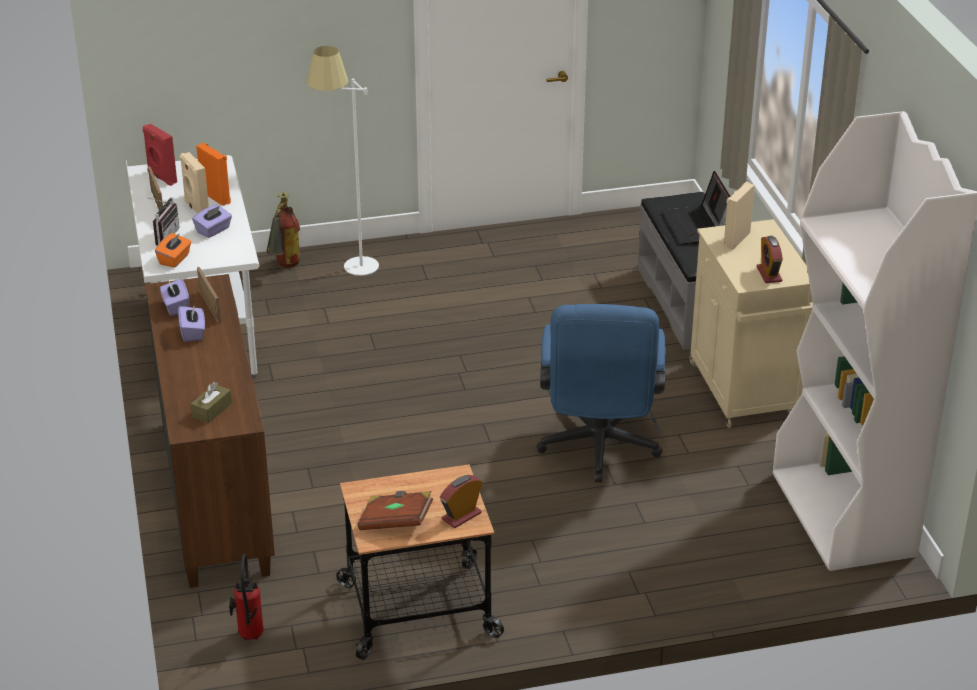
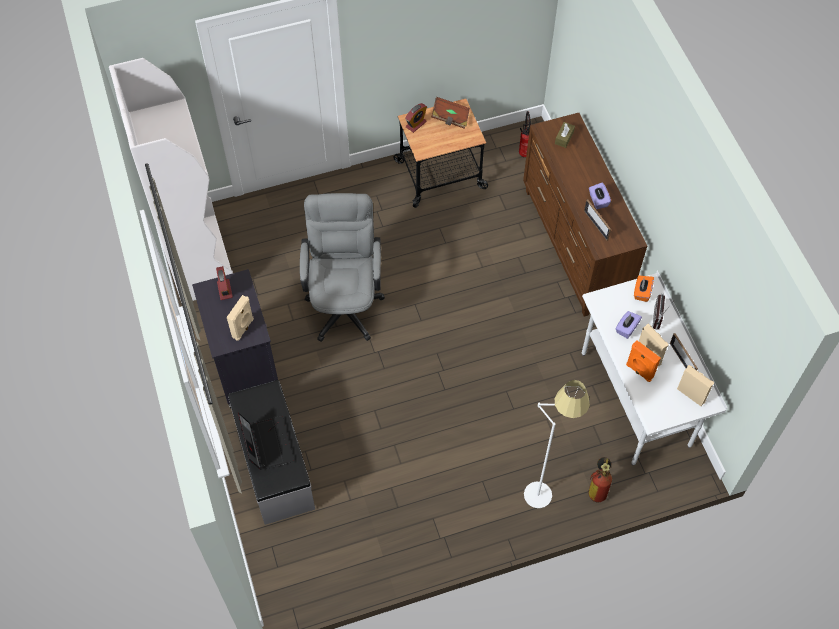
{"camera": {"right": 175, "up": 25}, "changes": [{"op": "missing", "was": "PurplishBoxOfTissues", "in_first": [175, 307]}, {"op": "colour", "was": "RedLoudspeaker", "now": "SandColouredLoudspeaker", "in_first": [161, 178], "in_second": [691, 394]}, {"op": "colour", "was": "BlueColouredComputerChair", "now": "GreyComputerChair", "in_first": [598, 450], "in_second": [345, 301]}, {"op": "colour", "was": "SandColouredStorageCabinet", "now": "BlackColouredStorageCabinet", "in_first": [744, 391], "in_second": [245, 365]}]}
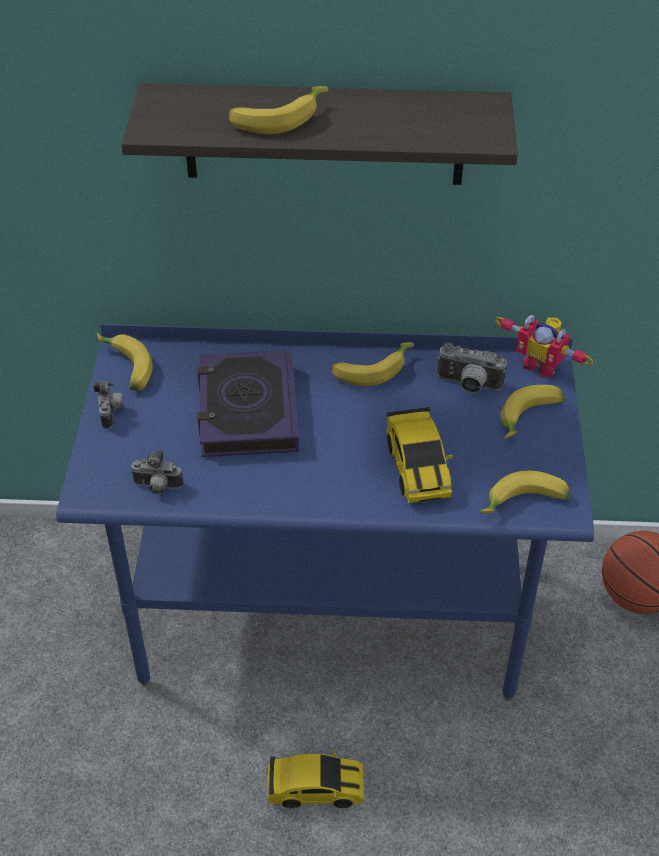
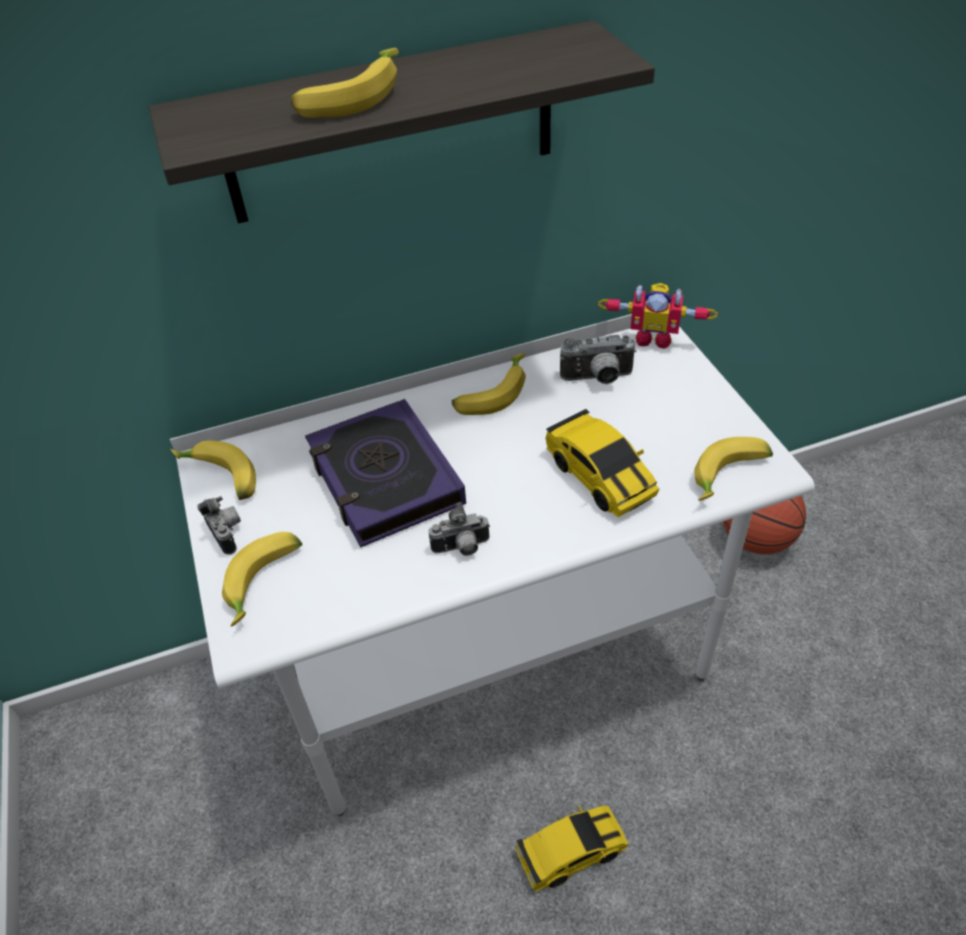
{"camera": {"right": -20, "up": 0}, "changes": [{"op": "relocated", "was": "StillCamera", "in_first": [157, 487], "in_second": [462, 548]}, {"op": "relocated", "was": "BananaFruit", "in_first": [530, 419], "in_second": [265, 583]}, {"op": "colour", "was": "BlueColouredDeskTable", "now": "WhitishDeskTable", "in_first": [329, 618], "in_second": [496, 666]}]}
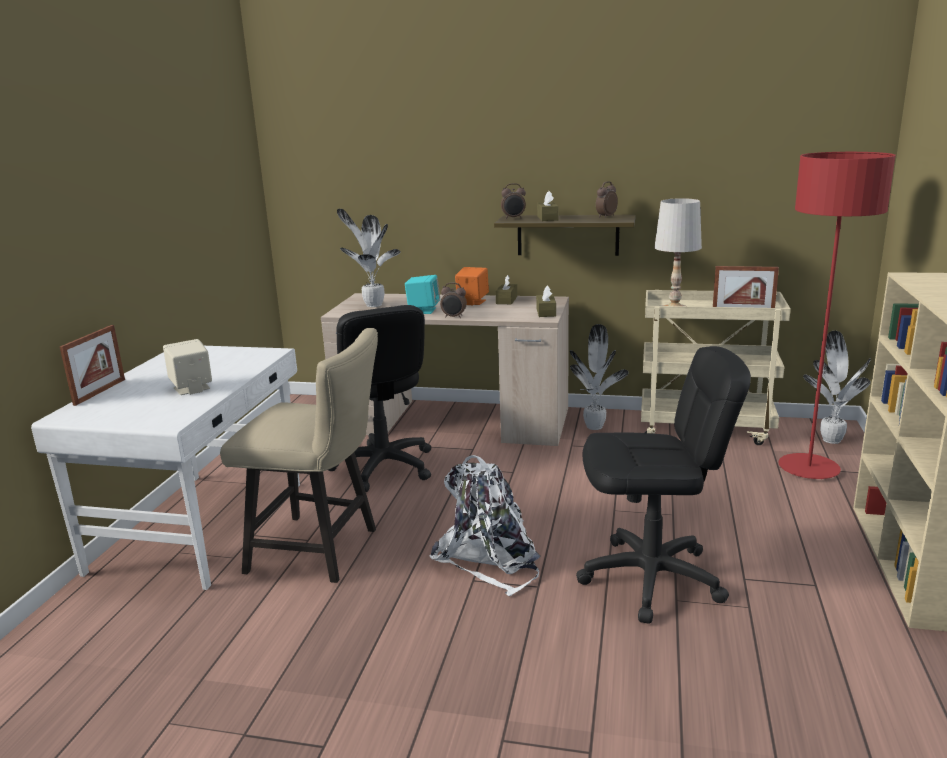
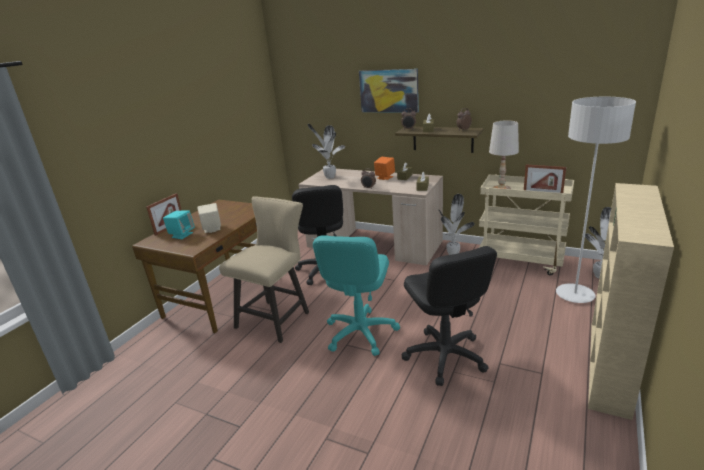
{"camera": {"right": 15, "up": 5}, "changes": [{"op": "appeared", "now": "Picture", "in_second": [389, 91]}, {"op": "relocated", "was": "TurquoiseLoudspeaker", "in_first": [423, 310], "in_second": [182, 235]}, {"op": "exchanged", "was": "WhitishKnapsack", "now": "TurquoiseComputerChair", "in_first": [490, 559], "in_second": [360, 333]}, {"op": "colour", "was": "WhitishDeskTable", "now": "BrownColouredDeskTable", "in_first": [203, 525], "in_second": [224, 296]}, {"op": "colour", "was": "RedStandardLamp", "now": "GreyStandardLamp", "in_first": [808, 469], "in_second": [575, 295]}, {"op": "spun", "was": "SandColouredPlainChair", "in_first": [322, 550], "in_second": [276, 317], "clockwise": -90}, {"op": "spun", "was": "BlackColouredComputerChair", "in_first": [651, 579], "in_second": [445, 356], "clockwise": 60}]}
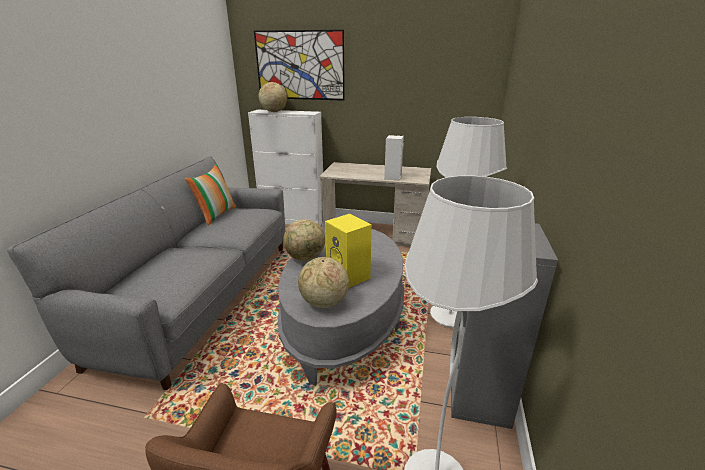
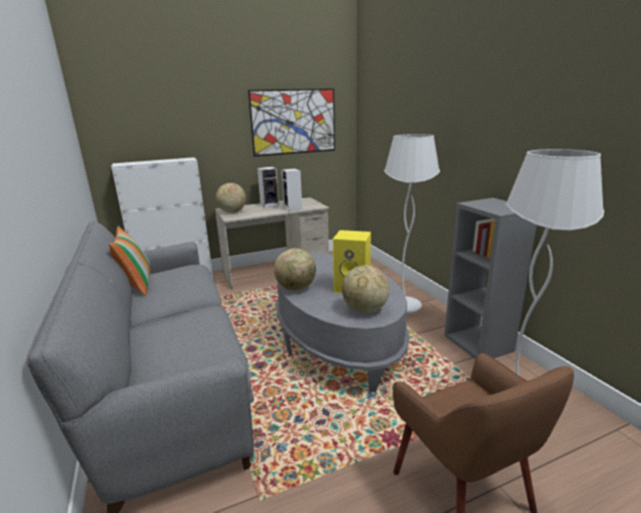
{"camera": {"right": -35, "up": -5}, "changes": [{"op": "appeared", "now": "Loudspeaker", "in_second": [270, 205]}, {"op": "relocated", "was": "Picture", "in_first": [299, 65], "in_second": [294, 122]}, {"op": "relocated", "was": "Globe", "in_first": [274, 111], "in_second": [232, 212]}]}
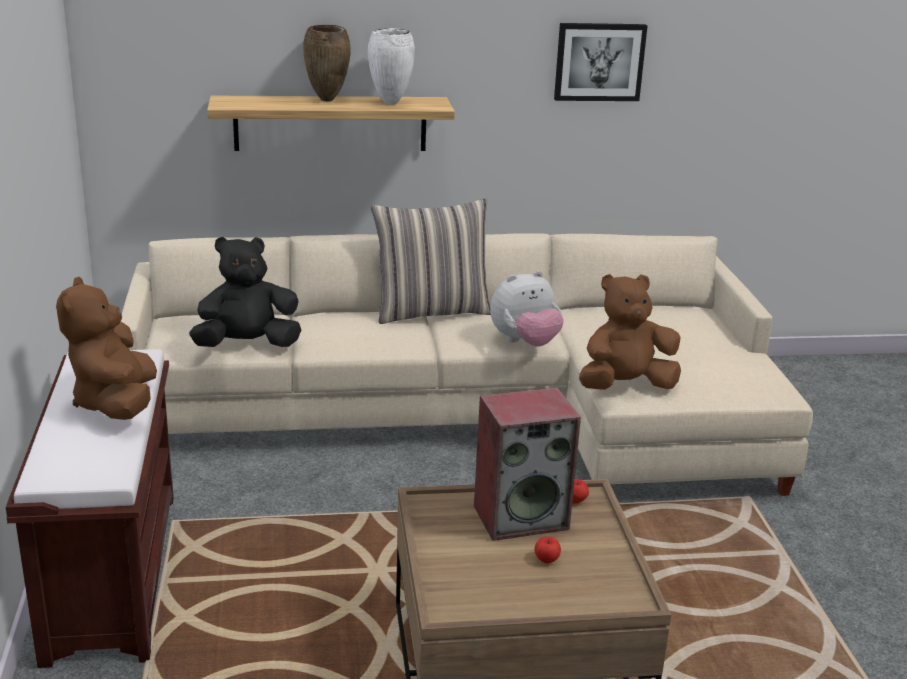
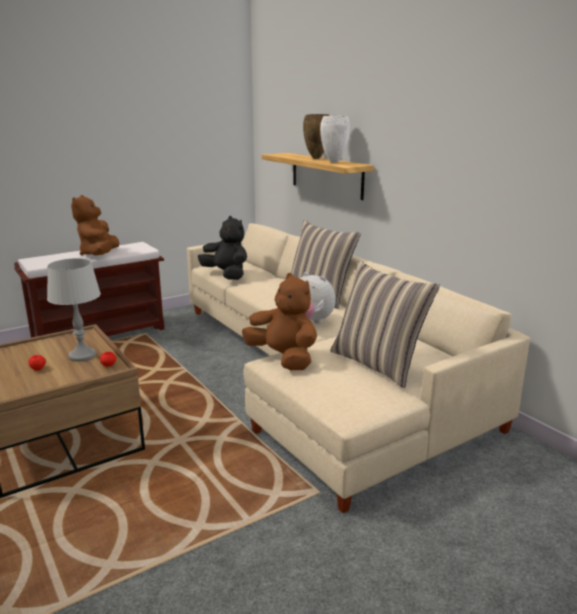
{"camera": {"right": 65, "up": -5}, "changes": [{"op": "missing", "was": "Picture", "in_first": [599, 61]}, {"op": "appeared", "now": "Cushion", "in_second": [378, 364]}, {"op": "exchanged", "was": "Loudspeaker", "now": "GreyTabletopLamp", "in_first": [521, 516], "in_second": [82, 355]}, {"op": "spun", "was": "BrownColouredSoftToy", "in_first": [116, 404], "in_second": [99, 255], "clockwise": -60}]}
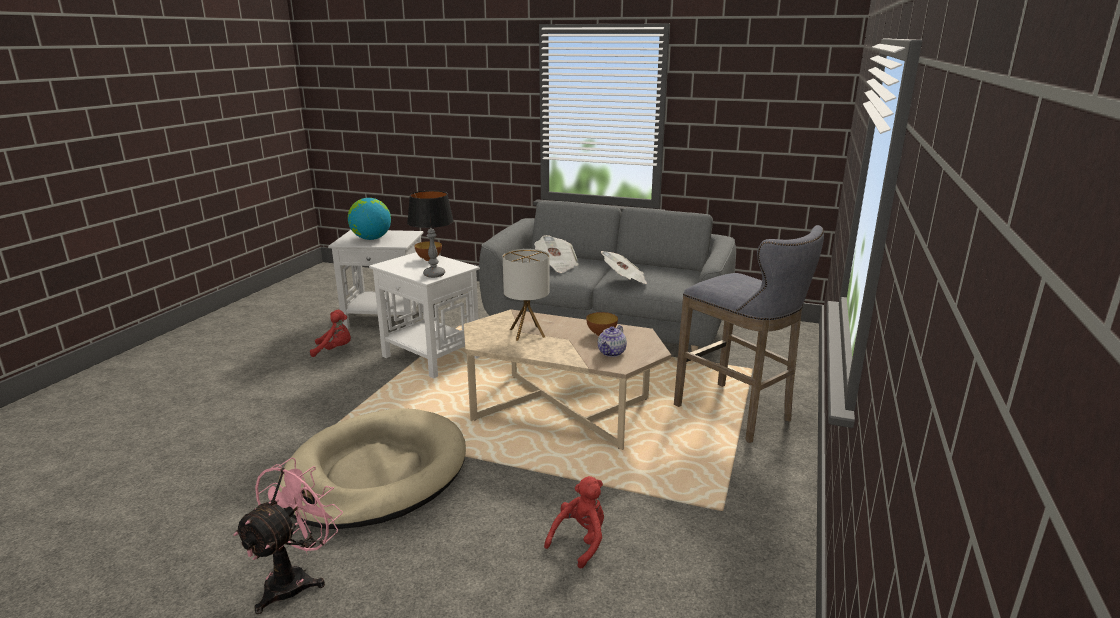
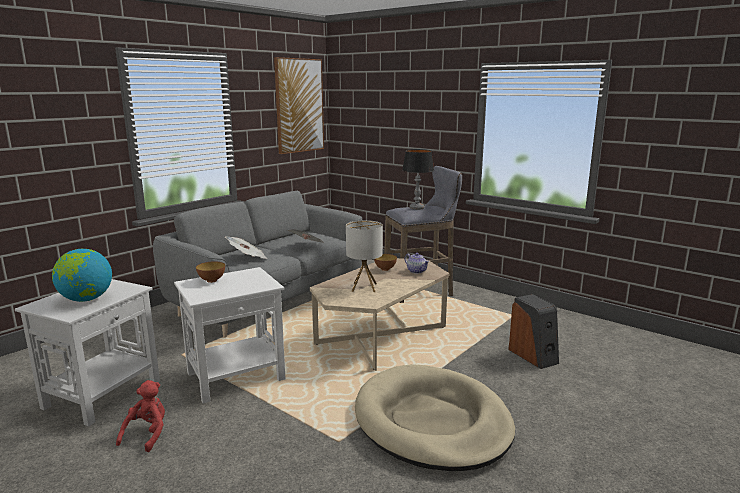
{"camera": {"right": -70, "up": -5}, "changes": [{"op": "missing", "was": "PinkishCoolingFan", "in_first": [295, 579]}, {"op": "appeared", "now": "Picture", "in_second": [299, 105]}, {"op": "relocated", "was": "TabletopLamp", "in_first": [434, 274], "in_second": [417, 208]}, {"op": "exchanged", "was": "RedSoftToy", "now": "Loudspeaker", "in_first": [580, 541], "in_second": [533, 356]}]}
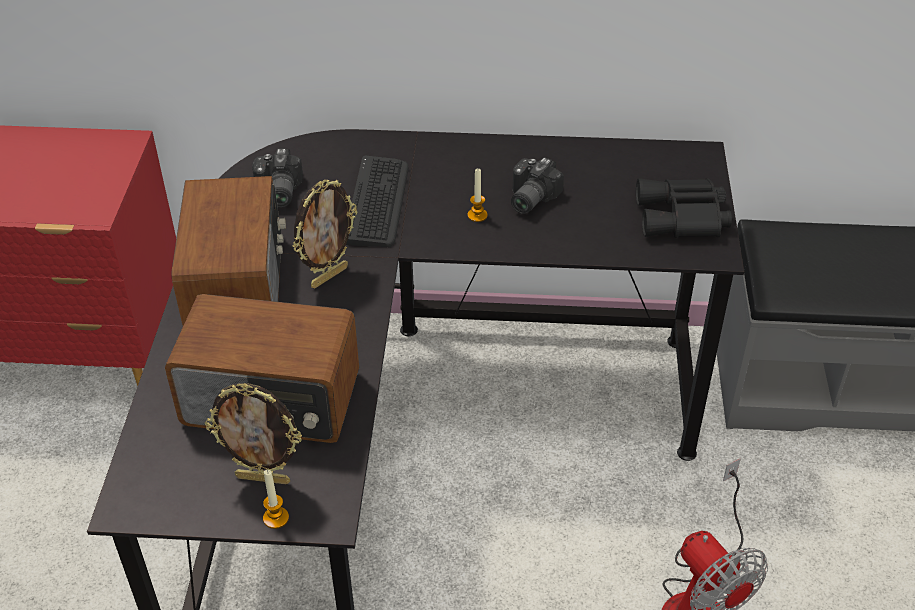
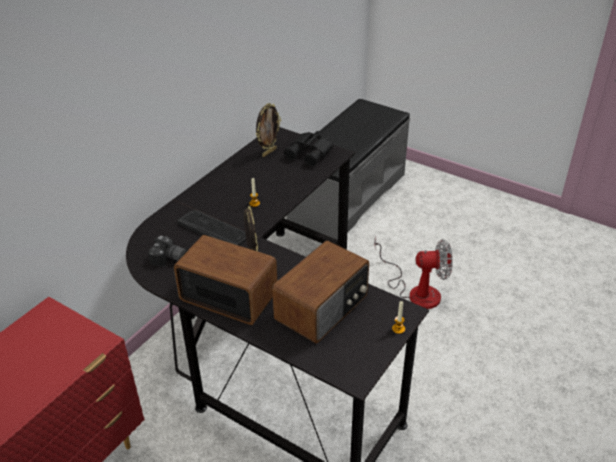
{"camera": {"right": -60, "up": -5}, "changes": [{"op": "missing", "was": "StillCamera", "in_first": [528, 198]}, {"op": "relocated", "was": "PhotoFrame", "in_first": [264, 478], "in_second": [269, 152]}]}
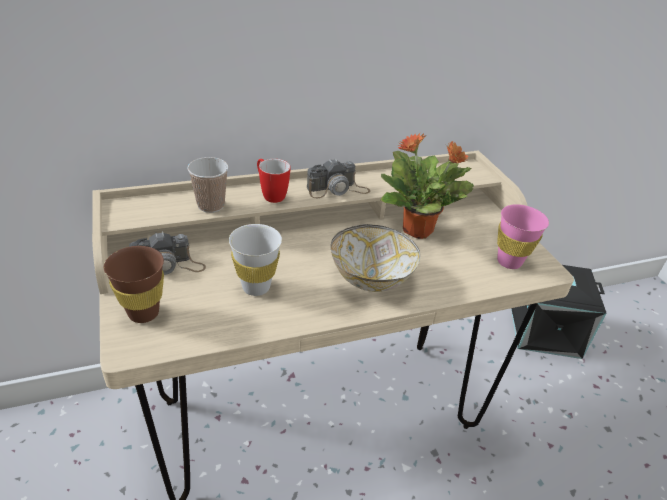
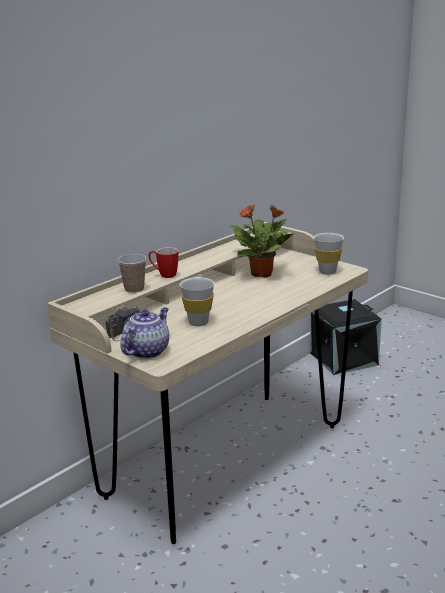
{"camera": {"right": -25, "up": -15}, "changes": [{"op": "missing", "was": "StillCamera", "in_first": [338, 189]}, {"op": "missing", "was": "ServingBowl", "in_first": [370, 278]}, {"op": "exchanged", "was": "BrownColouredSmallCup", "now": "Teapot", "in_first": [143, 313], "in_second": [147, 351]}, {"op": "colour", "was": "PinkishSmallCup", "now": "WhitishSmallCup", "in_first": [509, 262], "in_second": [327, 272]}]}
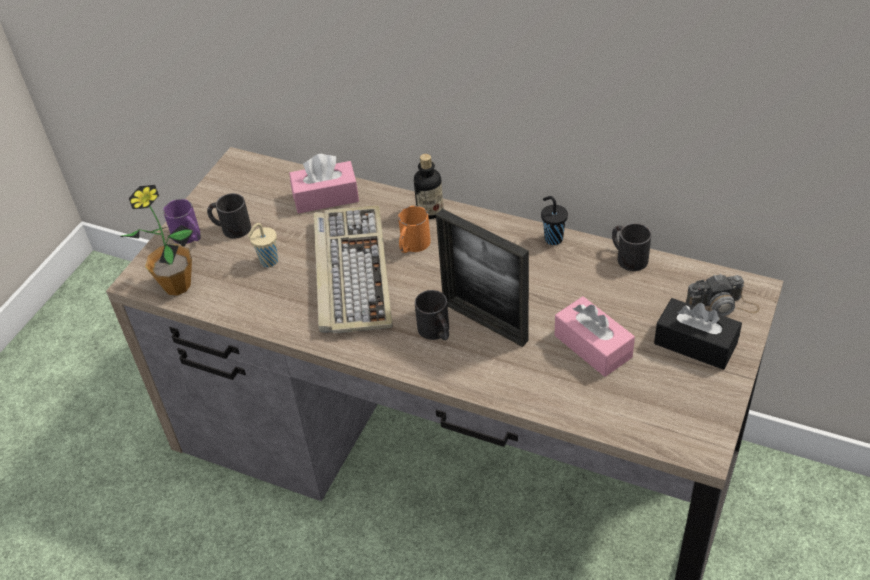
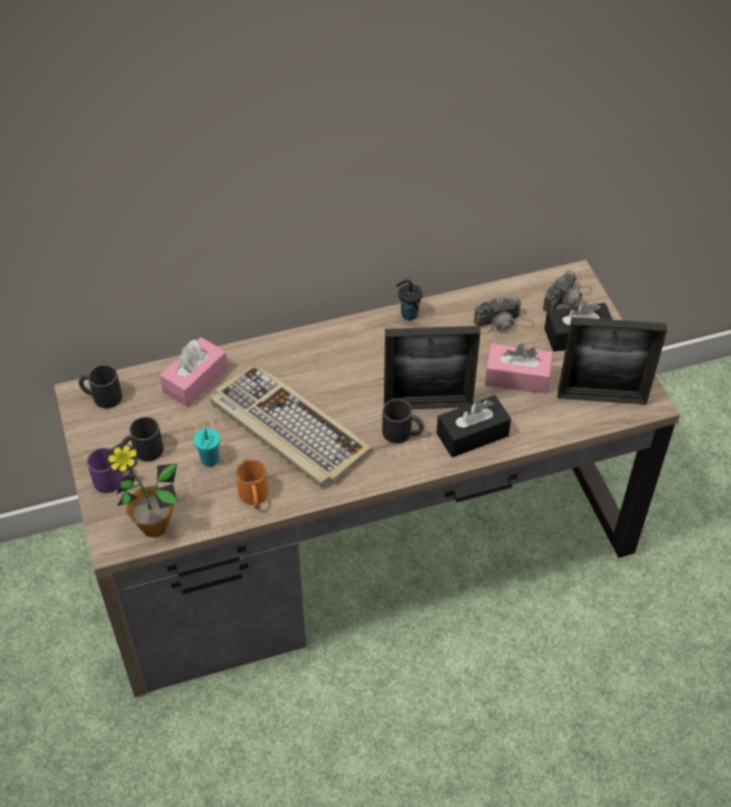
{"camera": {"right": -45, "up": 5}, "changes": [{"op": "missing", "was": "DrinkBottle", "in_first": [430, 211]}, {"op": "appeared", "now": "BlackColouredBoxOfTissues", "in_second": [472, 434]}, {"op": "appeared", "now": "StillCamera", "in_second": [503, 323]}, {"op": "appeared", "now": "PhotoFrame", "in_second": [601, 397]}, {"op": "relocated", "was": "OrangeColouredTeaMug", "in_first": [412, 246], "in_second": [254, 498]}, {"op": "relocated", "was": "BlackColouredTeaMug", "in_first": [627, 256], "in_second": [101, 396]}, {"op": "colour", "was": "SandColouredSmallCup", "now": "TurquoiseSmallCup", "in_first": [268, 262], "in_second": [209, 460]}]}
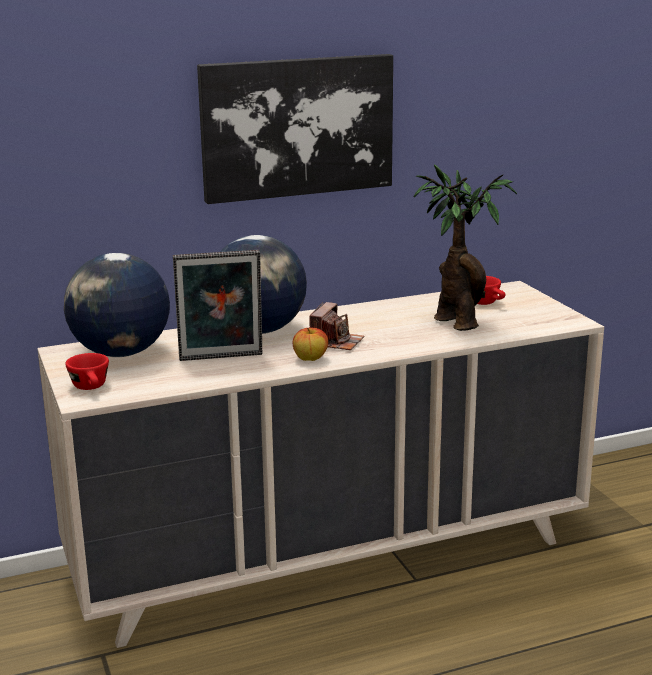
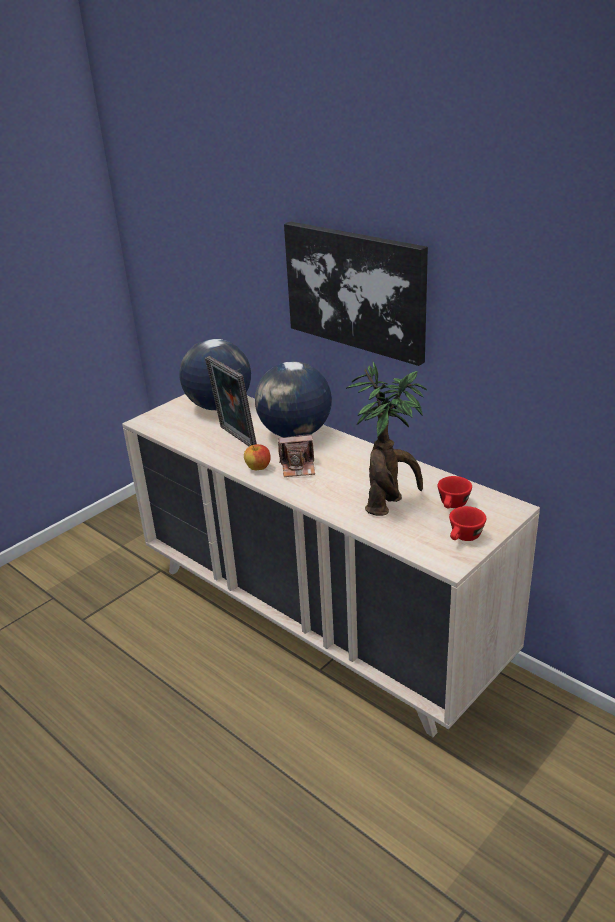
{"camera": {"right": 65, "up": 10}, "changes": [{"op": "relocated", "was": "RedSmallCup", "in_first": [91, 388], "in_second": [464, 538]}]}
